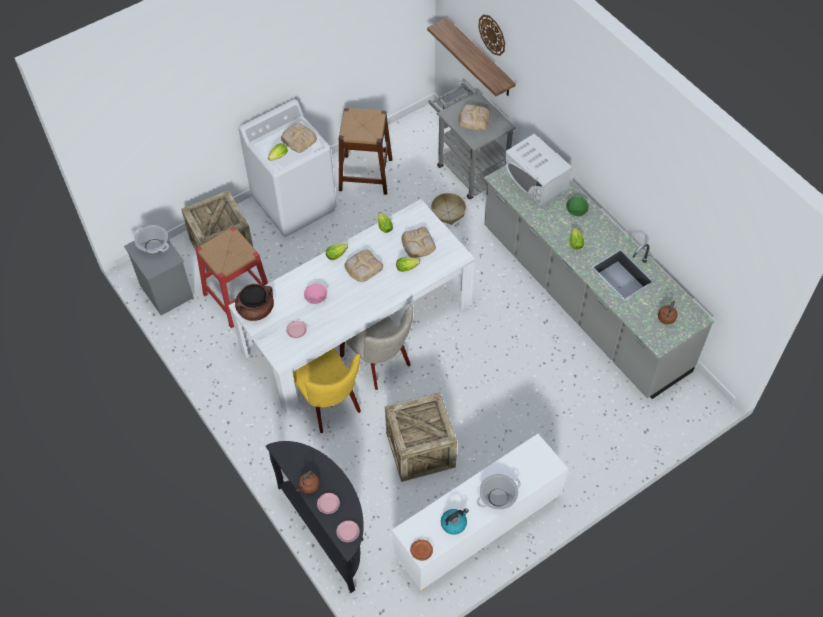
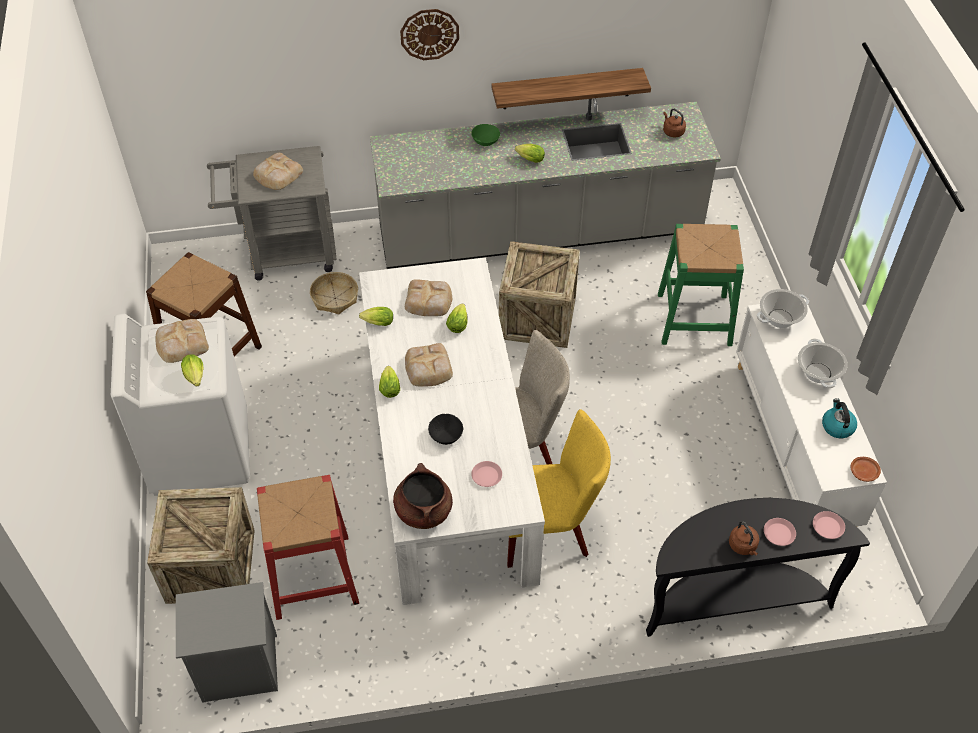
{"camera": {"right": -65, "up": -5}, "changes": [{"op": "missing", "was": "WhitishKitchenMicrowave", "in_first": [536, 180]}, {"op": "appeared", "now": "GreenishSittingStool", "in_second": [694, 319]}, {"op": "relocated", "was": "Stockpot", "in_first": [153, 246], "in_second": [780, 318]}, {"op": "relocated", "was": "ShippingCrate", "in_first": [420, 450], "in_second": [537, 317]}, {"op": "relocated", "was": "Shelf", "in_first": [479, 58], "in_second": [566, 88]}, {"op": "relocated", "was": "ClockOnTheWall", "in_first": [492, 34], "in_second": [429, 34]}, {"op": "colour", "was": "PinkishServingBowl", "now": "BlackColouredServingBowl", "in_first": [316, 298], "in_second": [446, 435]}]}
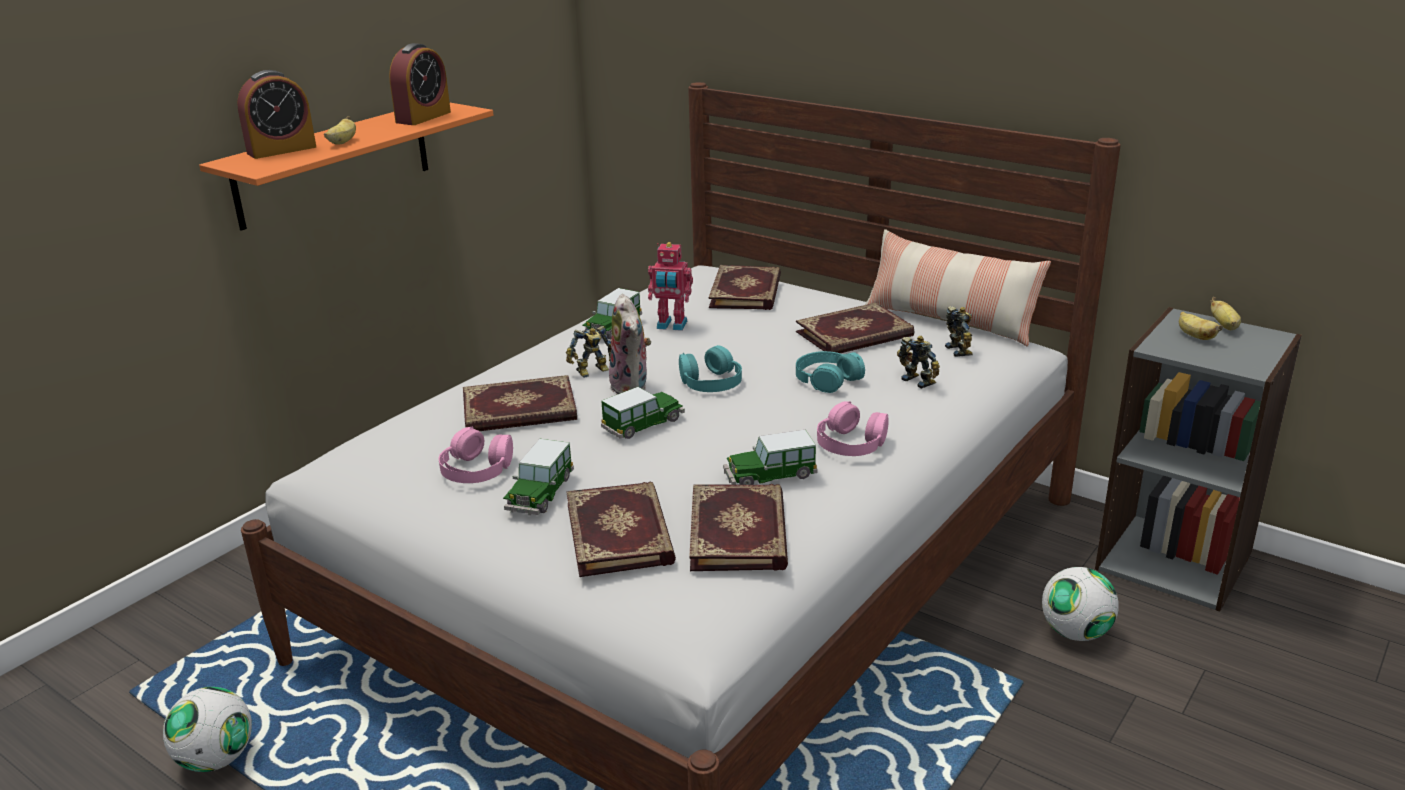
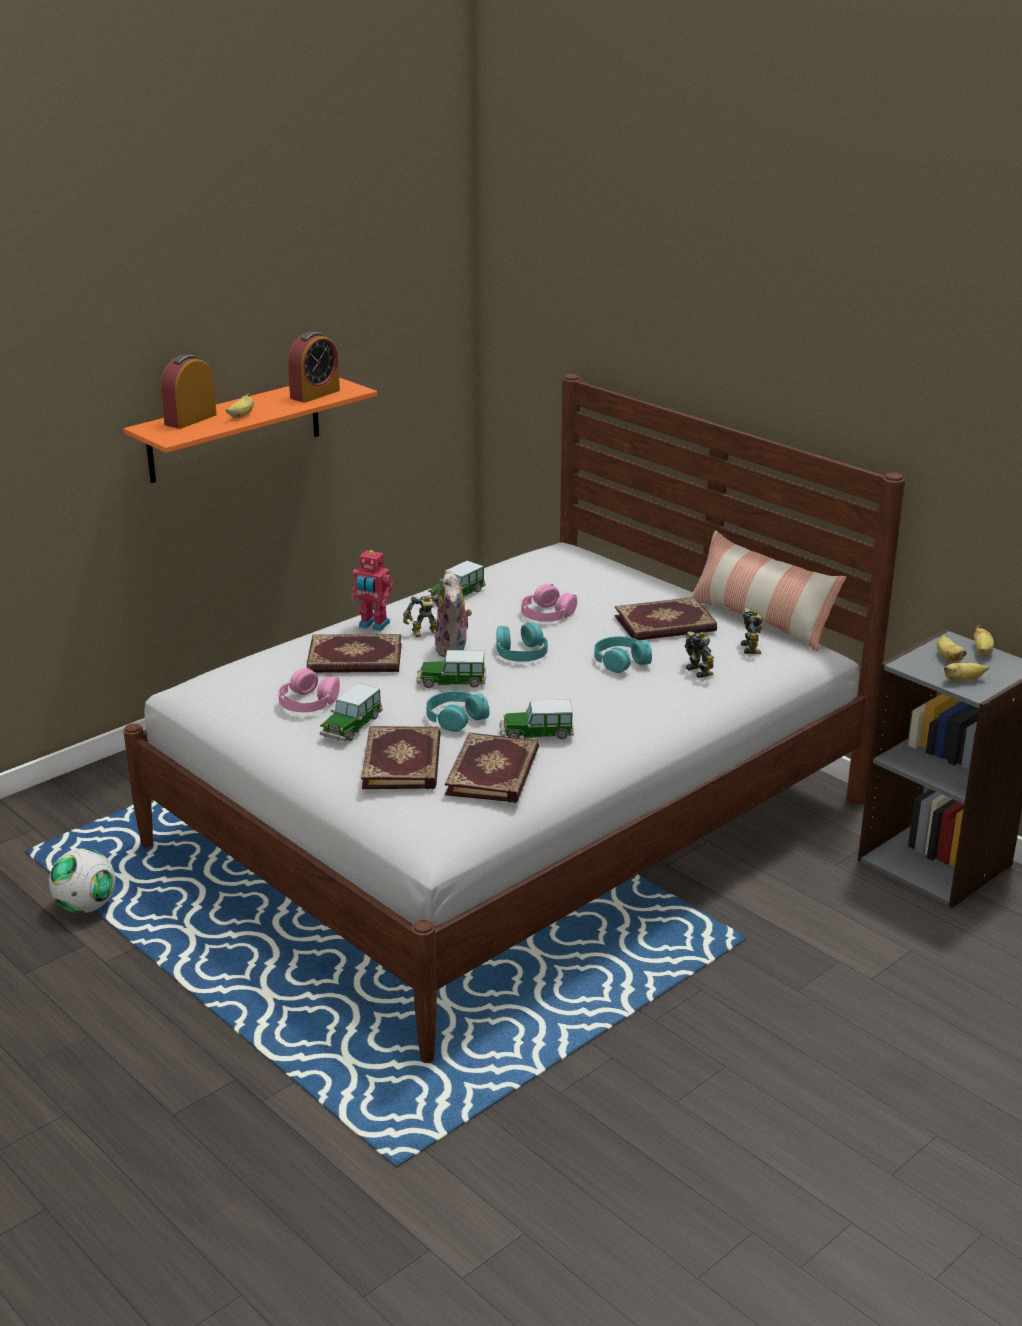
{"camera": {"right": 10, "up": 0}, "changes": [{"op": "missing", "was": "Book", "in_first": [747, 292]}, {"op": "missing", "was": "FootballBall", "in_first": [1075, 632]}, {"op": "appeared", "now": "TurquoiseHeadphones", "in_second": [456, 718]}, {"op": "appeared", "now": "BananaFruit", "in_second": [963, 680]}, {"op": "relocated", "was": "RobotFigure", "in_first": [671, 326], "in_second": [373, 625]}, {"op": "relocated", "was": "PinkishHeadphones", "in_first": [851, 442], "in_second": [547, 613]}, {"op": "spun", "was": "TableClock", "in_first": [281, 150], "in_second": [190, 419], "clockwise": 150}, {"op": "spun", "was": "MiniatureCar", "in_first": [643, 424], "in_second": [451, 681], "clockwise": -150}]}
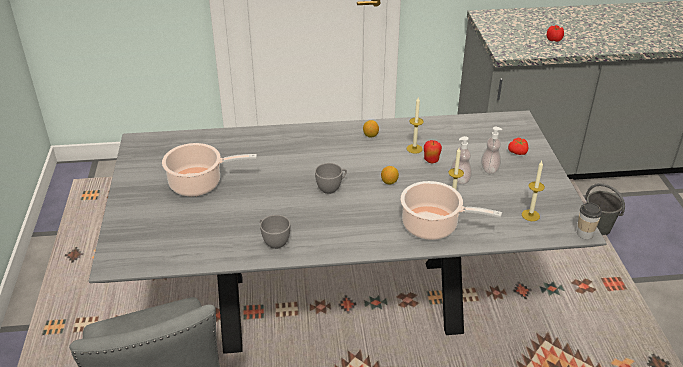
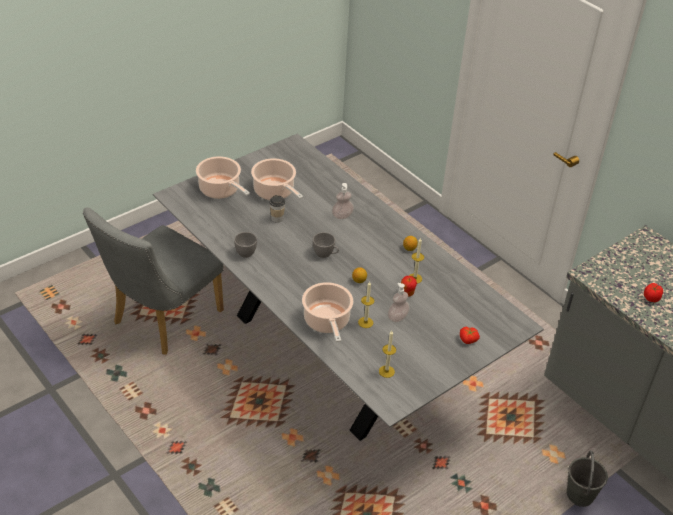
{"camera": {"right": 55, "up": 5}, "changes": [{"op": "appeared", "now": "Stockpot", "in_second": [221, 190]}, {"op": "relocated", "was": "SoapDispenser", "in_first": [489, 169], "in_second": [342, 216]}, {"op": "relocated", "was": "SmallCup", "in_first": [584, 233], "in_second": [277, 218]}]}
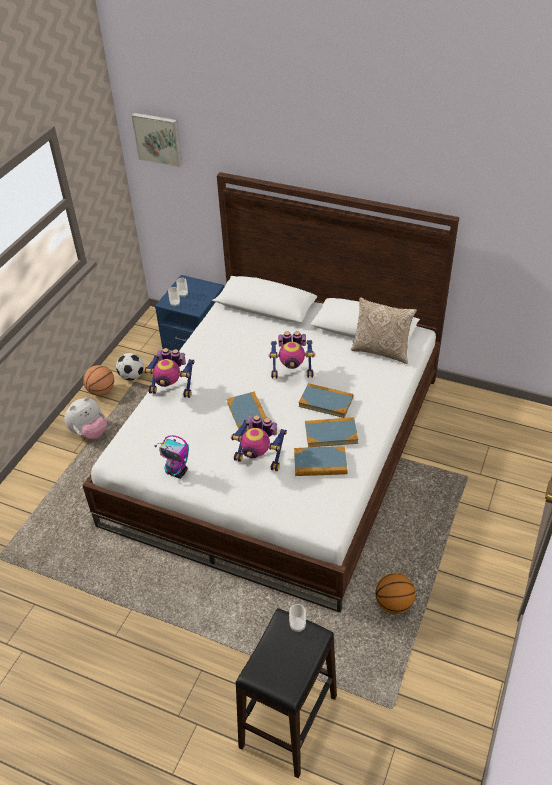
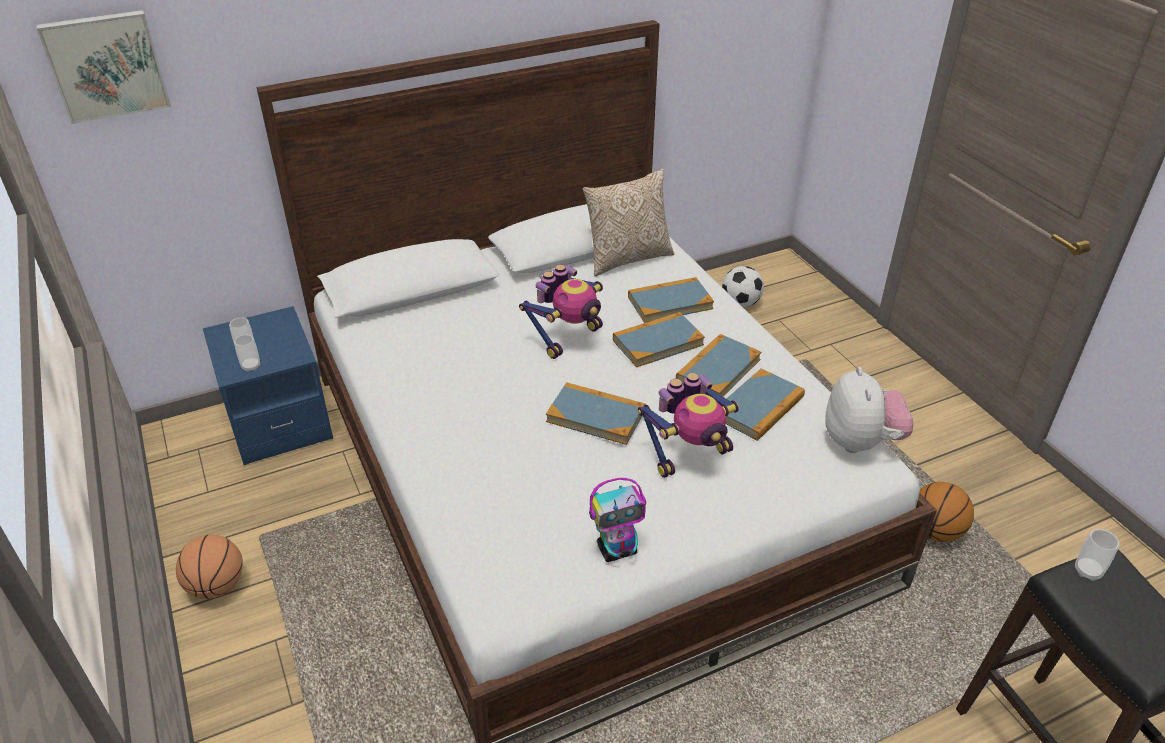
{"camera": {"right": -50, "up": -5}, "changes": [{"op": "missing", "was": "RobotFigure", "in_first": [172, 390]}, {"op": "appeared", "now": "Book", "in_second": [670, 303]}, {"op": "relocated", "was": "SoftToy", "in_first": [89, 432], "in_second": [860, 442]}, {"op": "relocated", "was": "FootballBall", "in_first": [132, 376], "in_second": [740, 303]}]}
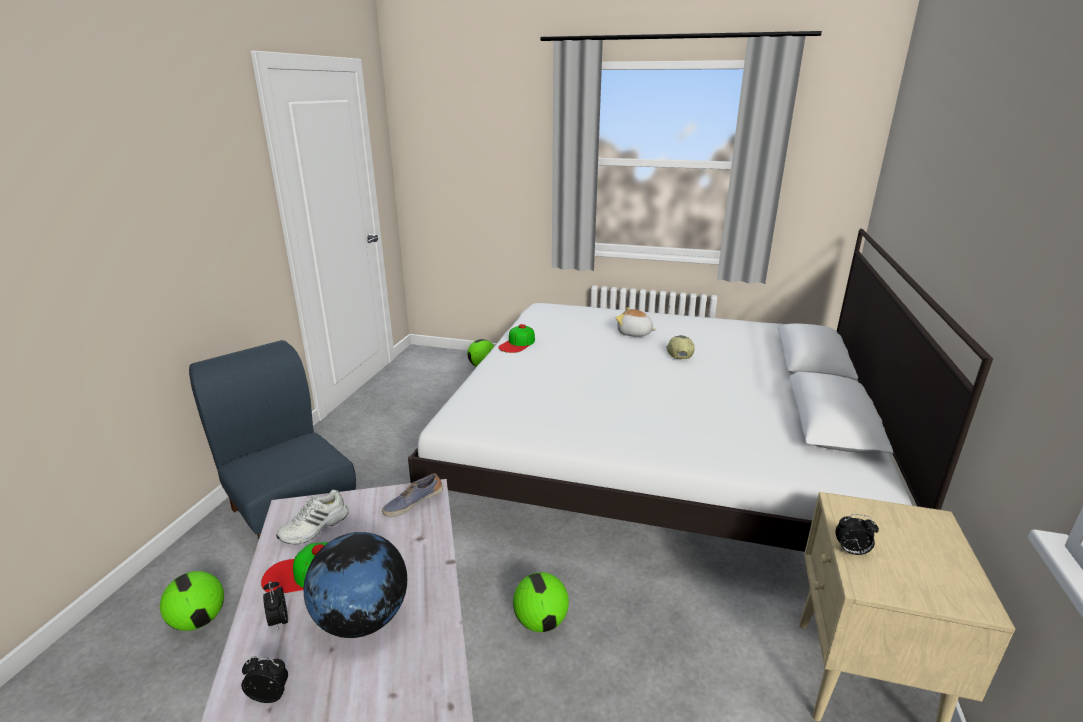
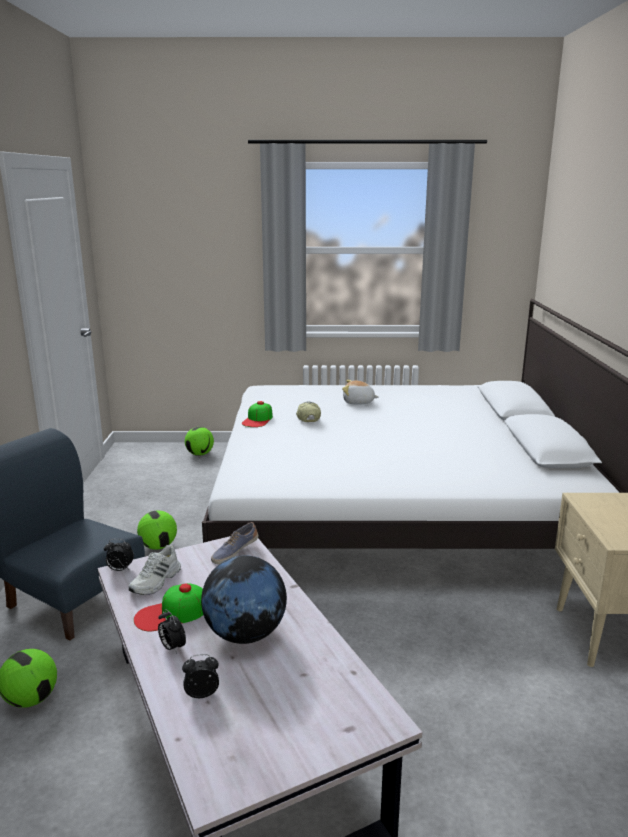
{"camera": {"right": -15, "up": -5}, "changes": [{"op": "relocated", "was": "FootballBall", "in_first": [540, 621], "in_second": [158, 546]}, {"op": "relocated", "was": "BaseballCap", "in_first": [678, 353], "in_second": [307, 418]}, {"op": "relocated", "was": "TableClock", "in_first": [851, 551], "in_second": [120, 570]}]}
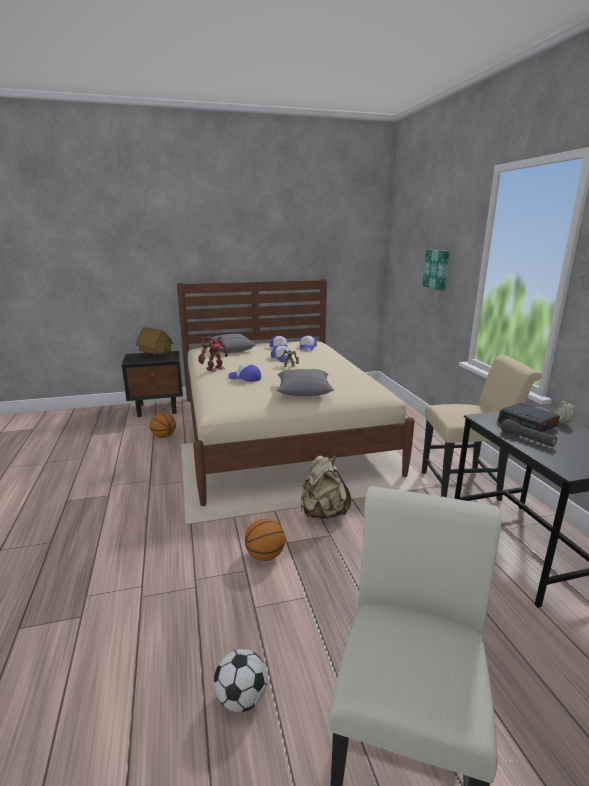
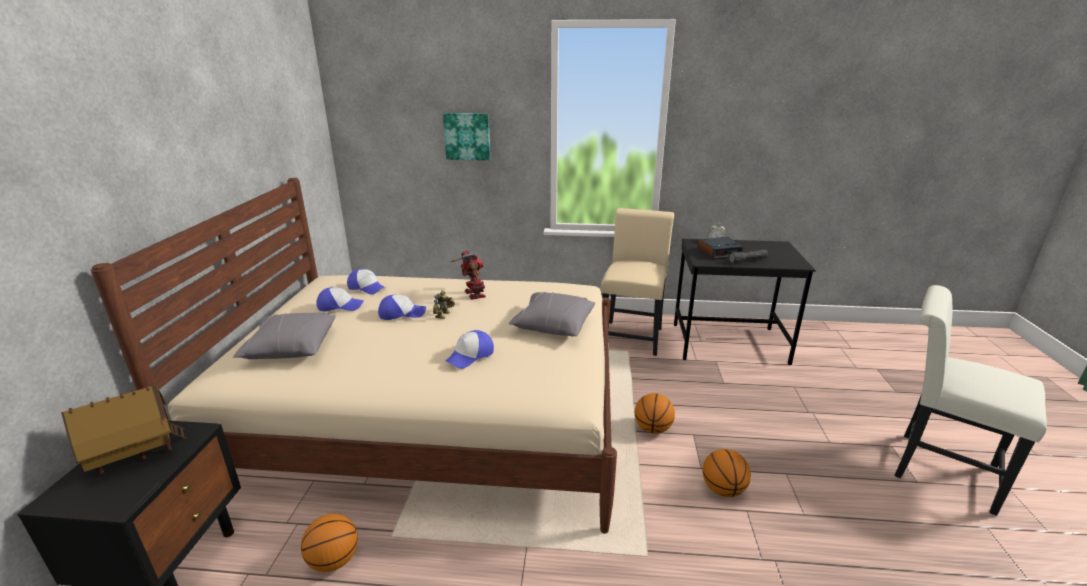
{"camera": {"right": -70, "up": 5}, "changes": [{"op": "missing", "was": "FootballBall", "in_first": [241, 698]}, {"op": "relocated", "was": "RobotFigure", "in_first": [214, 369], "in_second": [473, 295]}, {"op": "exchanged", "was": "SandColouredKnapsack", "now": "BasketballBall", "in_first": [323, 513], "in_second": [653, 429]}]}
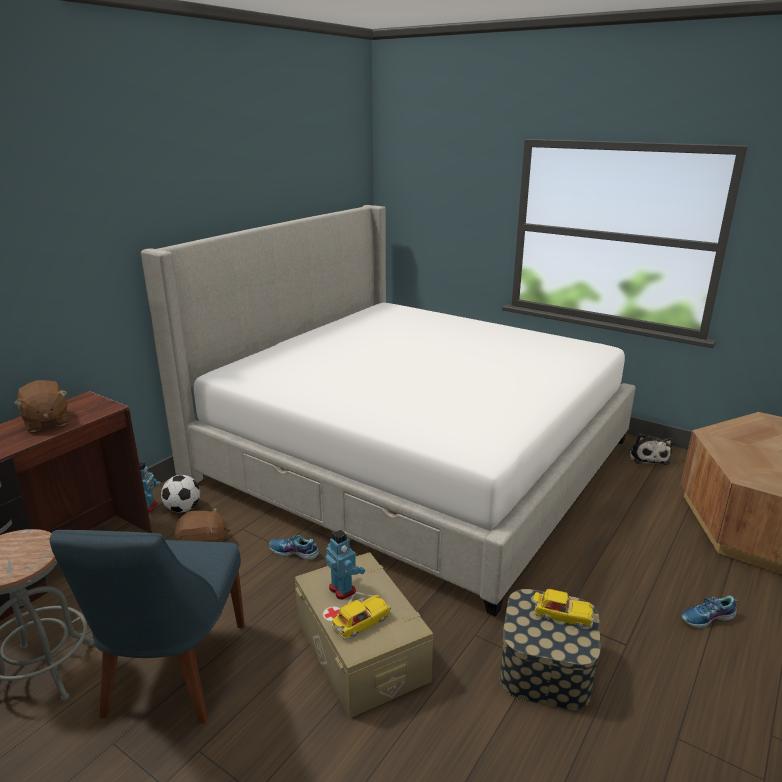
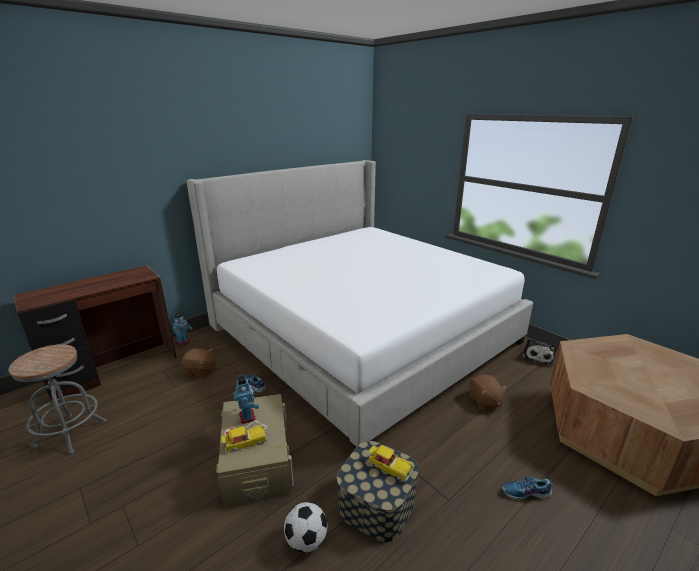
{"camera": {"right": 15, "up": 0}, "changes": [{"op": "missing", "was": "BlueColouredPlainChair", "in_first": [173, 673]}, {"op": "relocated", "was": "BrownColouredSoftToy", "in_first": [46, 422], "in_second": [485, 401]}, {"op": "relocated", "was": "FootballBall", "in_first": [183, 509], "in_second": [306, 540]}]}
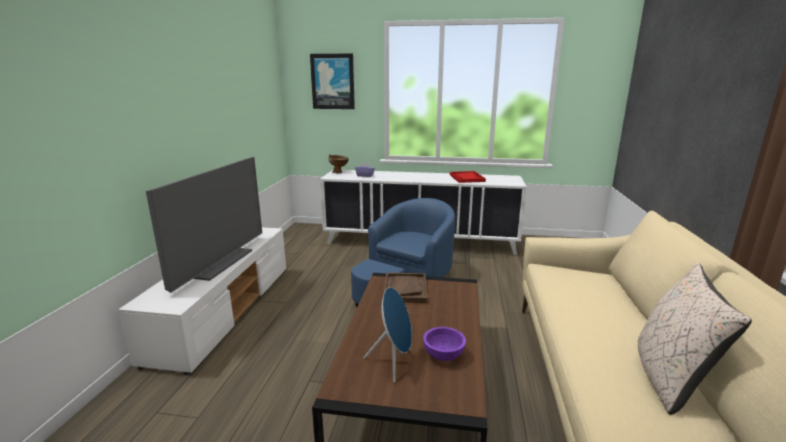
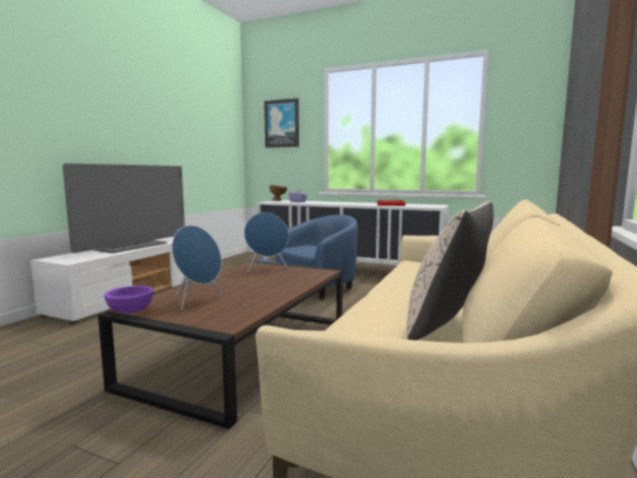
{"camera": {"right": 15, "up": -10}, "changes": [{"op": "relocated", "was": "PurplishServingBowl", "in_first": [443, 355], "in_second": [130, 311]}, {"op": "exchanged", "was": "BrownColouredTray", "now": "BlueColouredLoudspeaker", "in_first": [405, 289], "in_second": [267, 269]}]}
